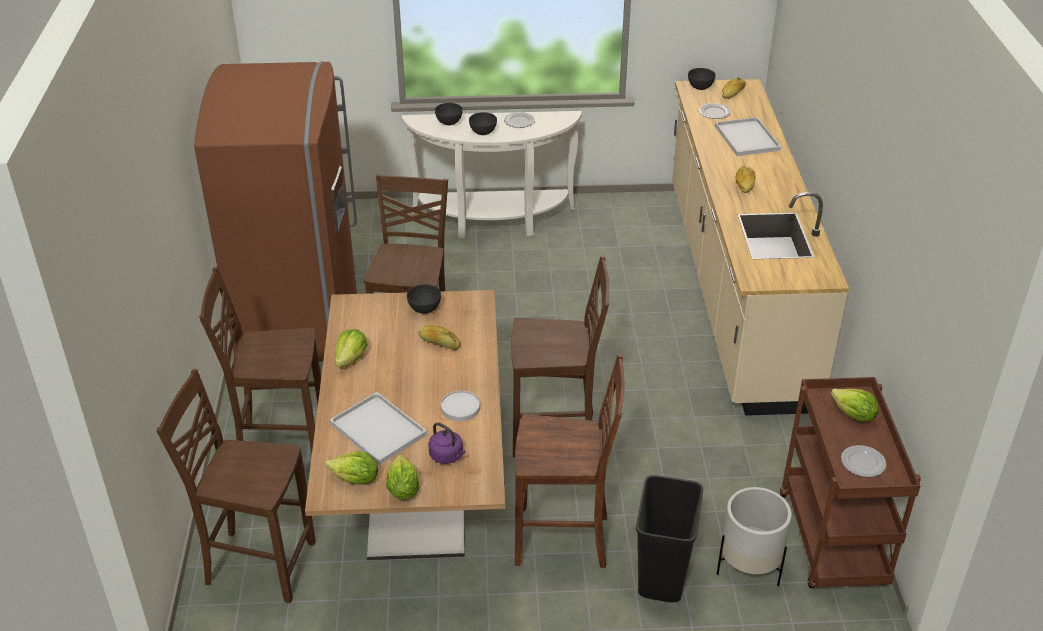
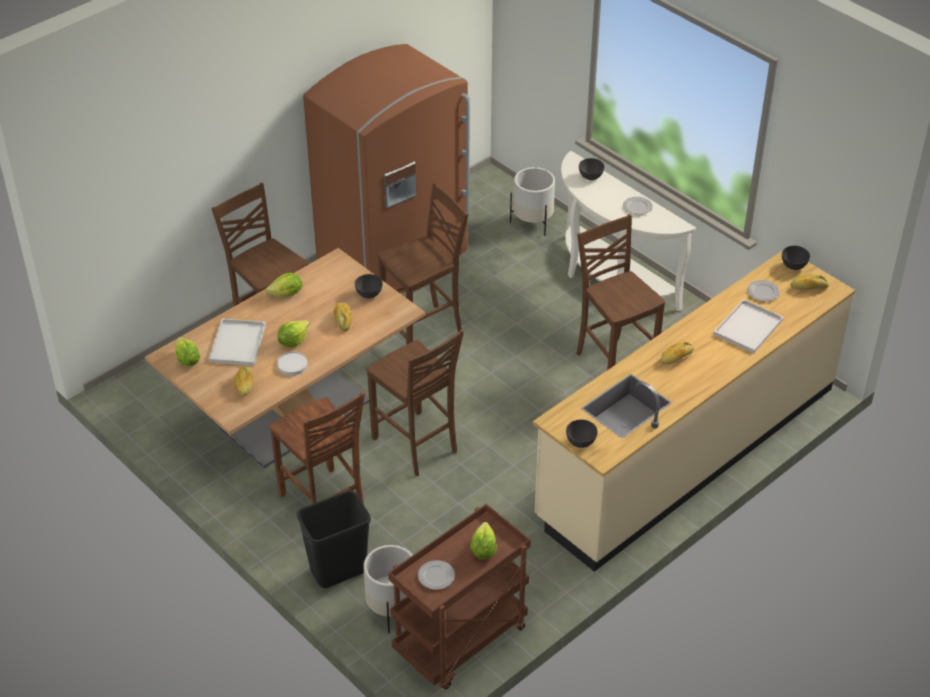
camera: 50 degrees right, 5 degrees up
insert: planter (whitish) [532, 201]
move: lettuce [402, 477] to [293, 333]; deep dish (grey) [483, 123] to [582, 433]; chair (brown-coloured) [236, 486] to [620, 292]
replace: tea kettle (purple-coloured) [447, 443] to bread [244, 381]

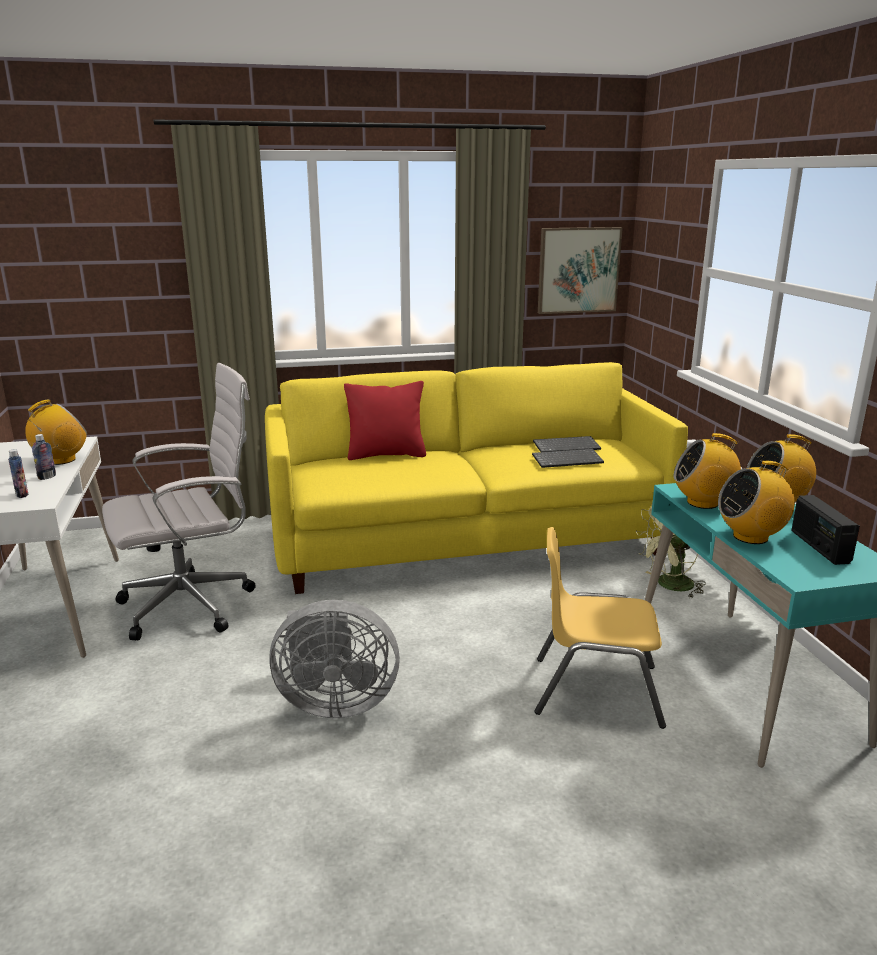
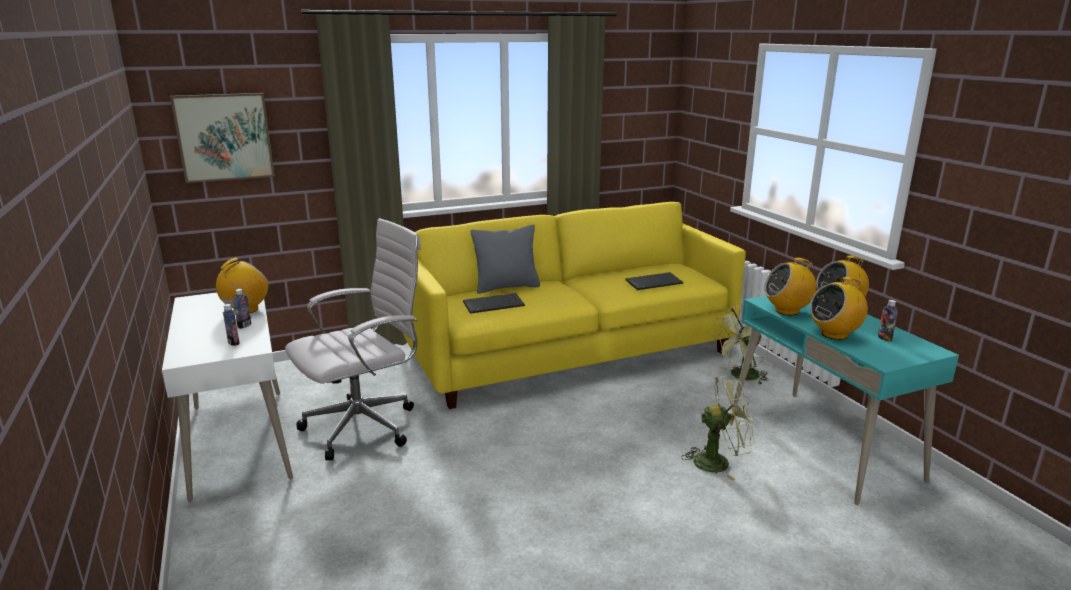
camera: 10 degrees left, 0 degrees up
delete: electric fan (grey) [335, 659]
move: picture [580, 270] to [222, 138]; computer keyboard [567, 444] to [494, 303]
replace: chair (yellowish) [600, 628] to electric fan (greenish) [718, 428]; radio [825, 530] to beverage bottle [888, 321]
recolor: pillow (reddish) [385, 420] to pillow (grey) [505, 259]

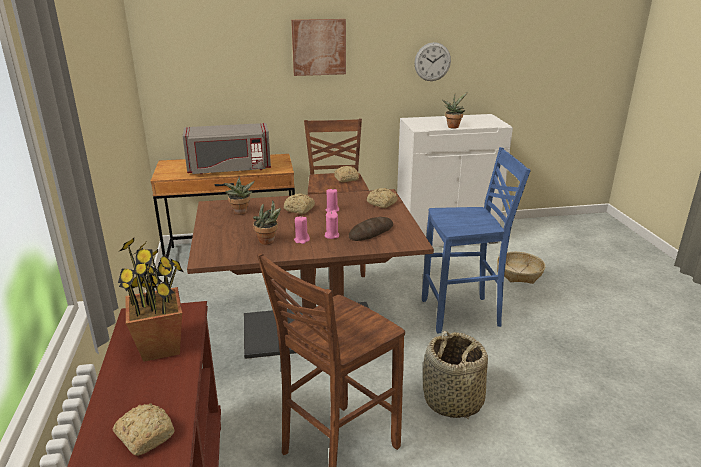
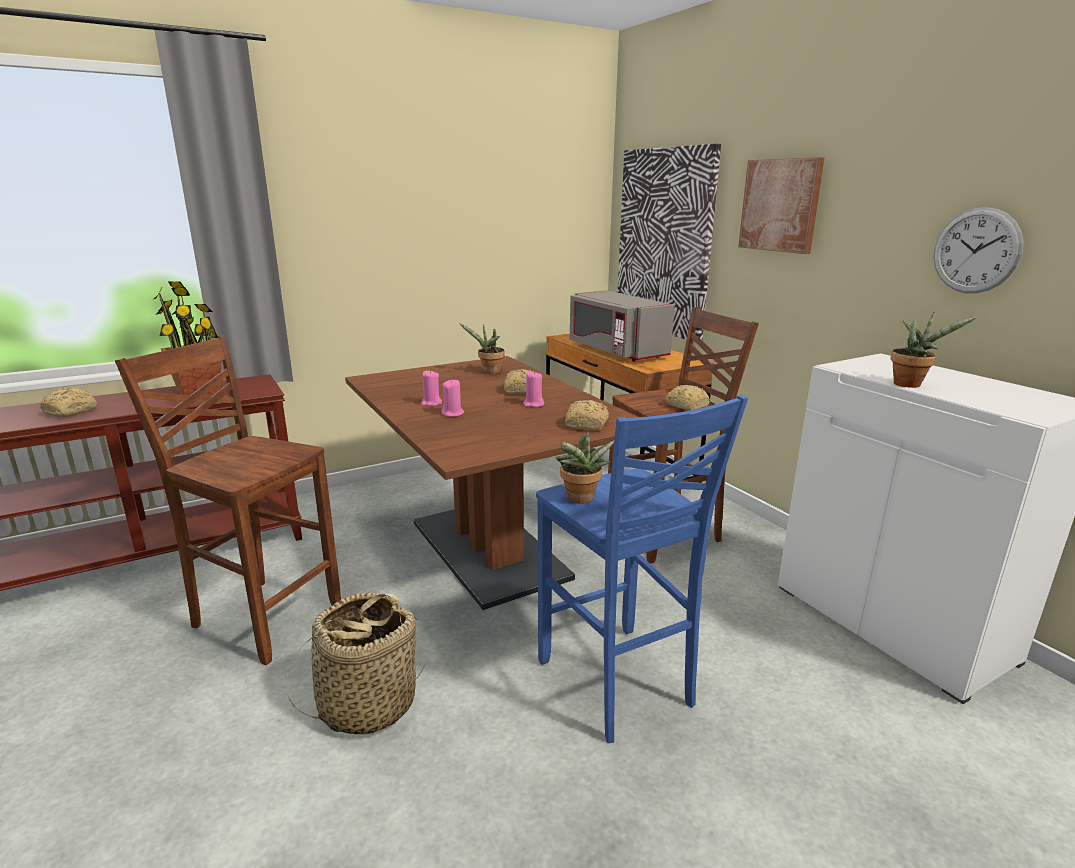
camera: 70 degrees right, 5 degrees down
delete: bread [371, 229]; household basket [521, 268]
insert: picture [669, 243]
move: houseplant [267, 222] to [585, 467]

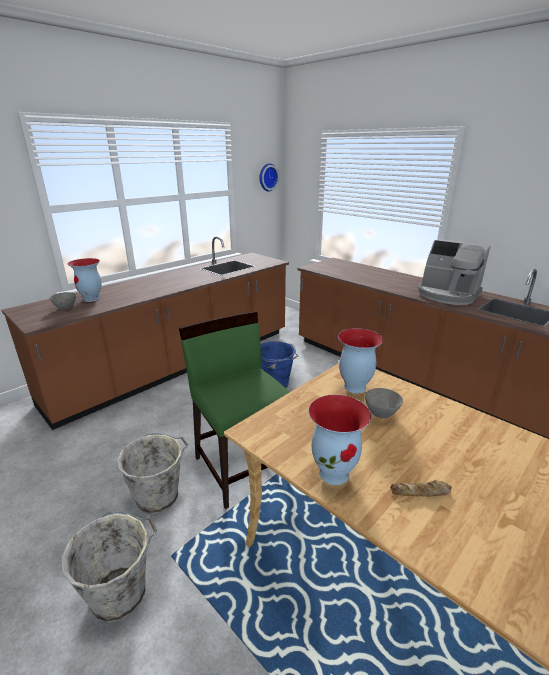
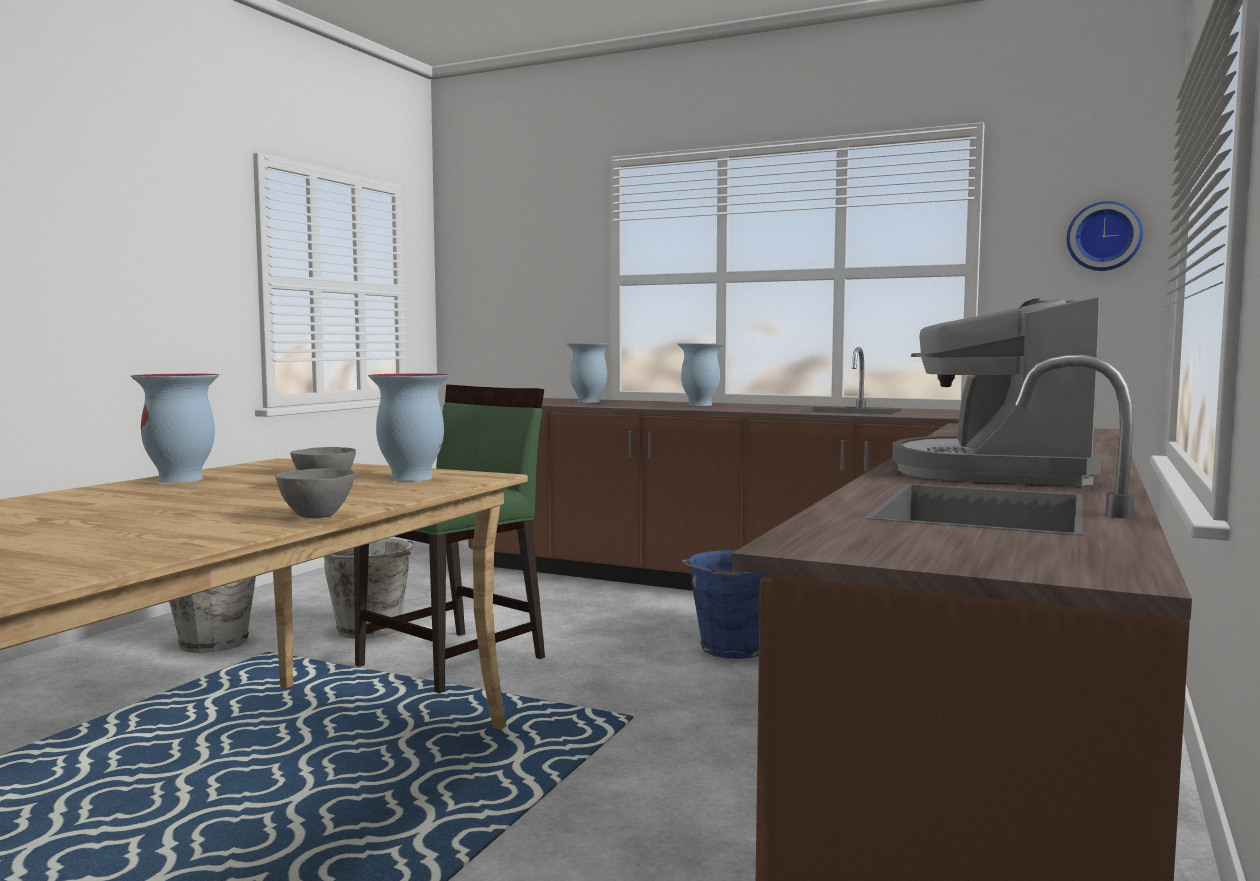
camera: 70 degrees right, 20 degrees down
delete: bread [421, 488]
insert: vase [701, 374]
move: deep dish (grey) [63, 301] to [315, 493]

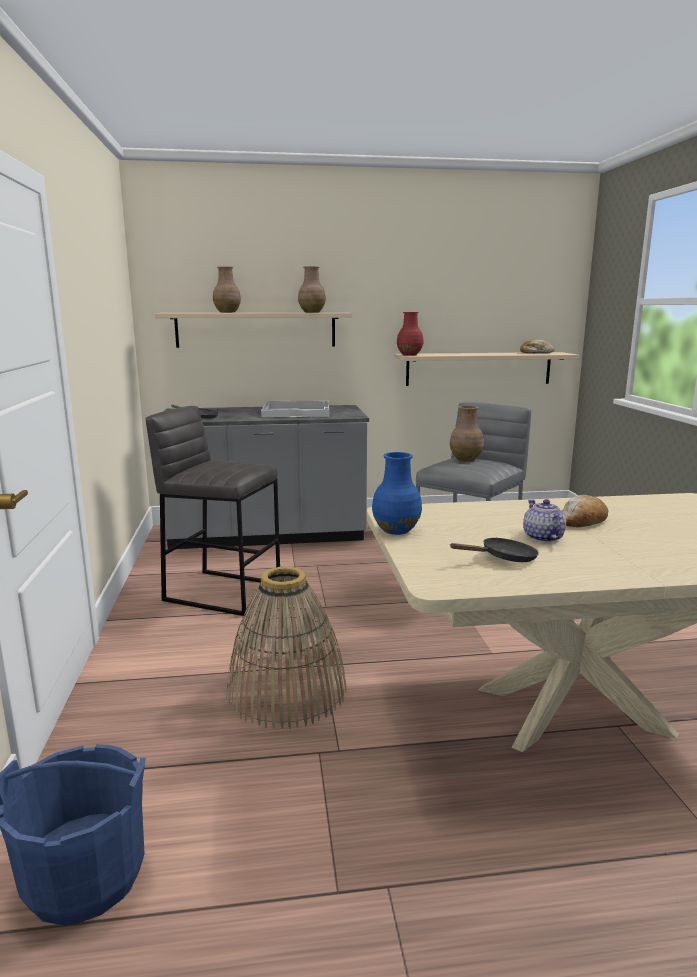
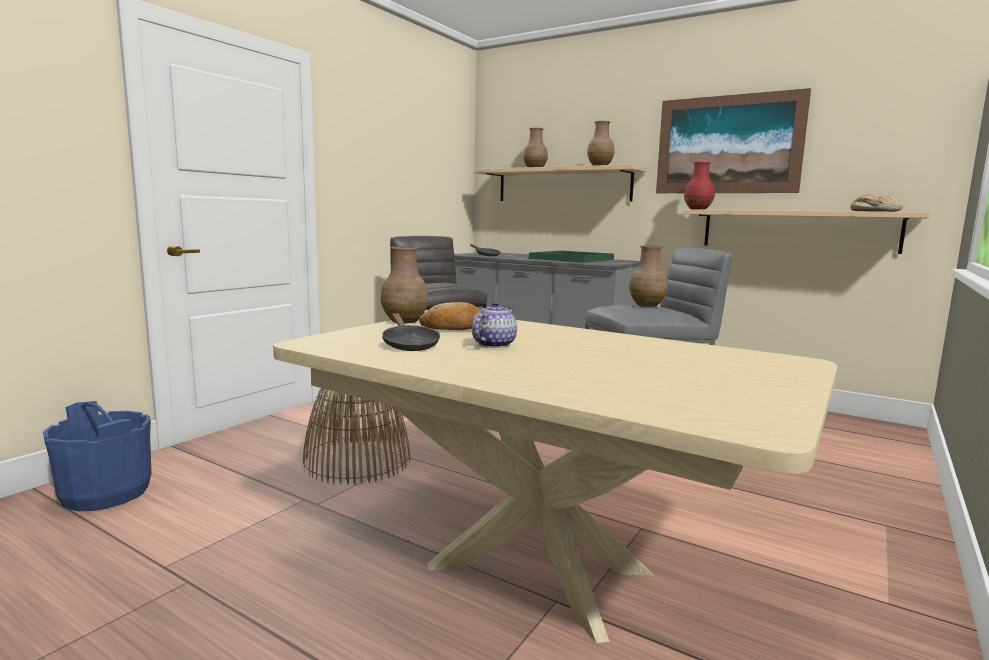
camera: 40 degrees right, 5 degrees down
insert: picture [733, 140]
move: bread [584, 511] to [450, 316]
recolor: vase (blue-coloured) [397, 493] to vase (brown-coloured) [404, 285]; carrying tray (whitish) [295, 409] to carrying tray (greenish) [571, 257]
rotate: frying pan (blackish) [494, 550] = [411, 332] 45 degrees clockwise

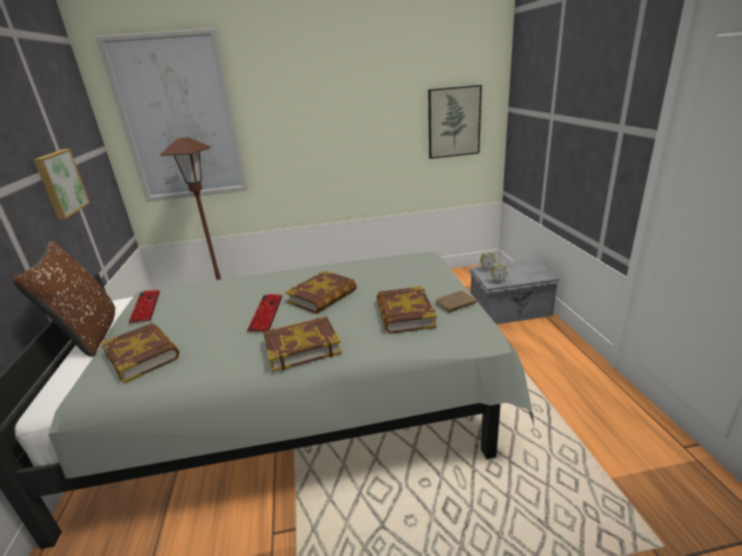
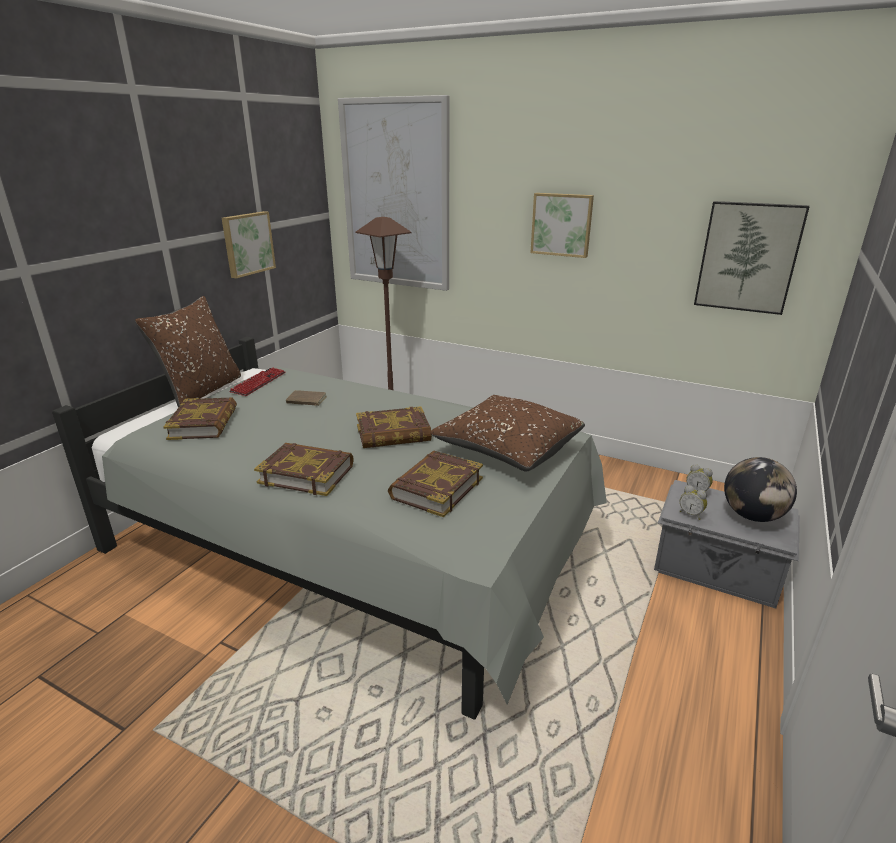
camera: 35 degrees right, 0 degrees up
delete: computer keyboard [265, 313]
insert: pillow (brown-coloured) [507, 433]; picture [562, 225]; globe [760, 489]
move: book (brown-coloured) [458, 301] to [306, 398]

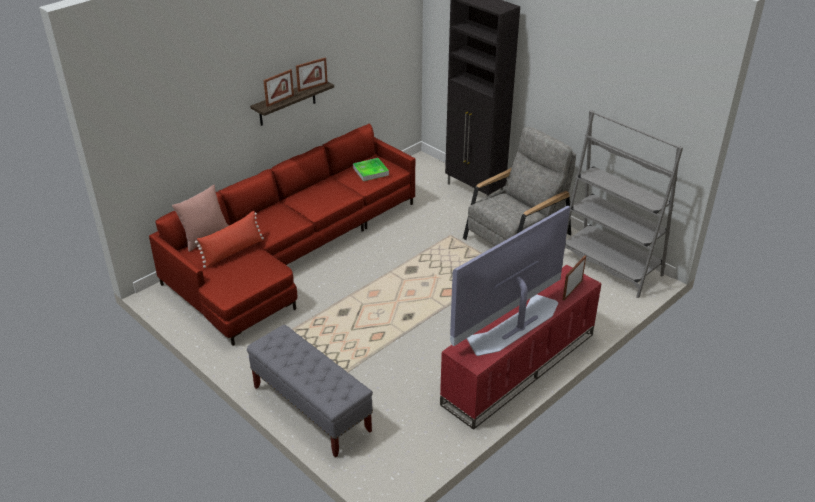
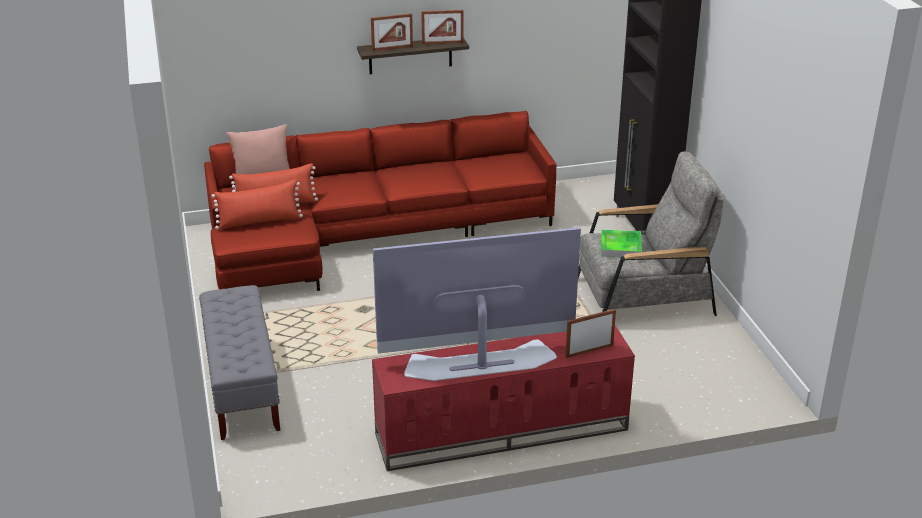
camera: 30 degrees right, 5 degrees down
delete: bookshelf (grey) [624, 204]
insert: pillow (reddish) [257, 204]
move: carrying tray [371, 169] to [621, 243]

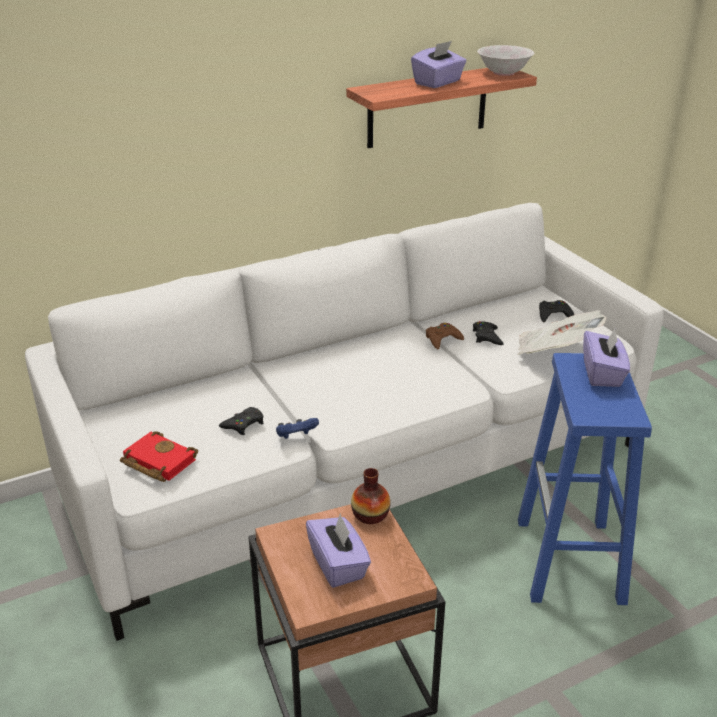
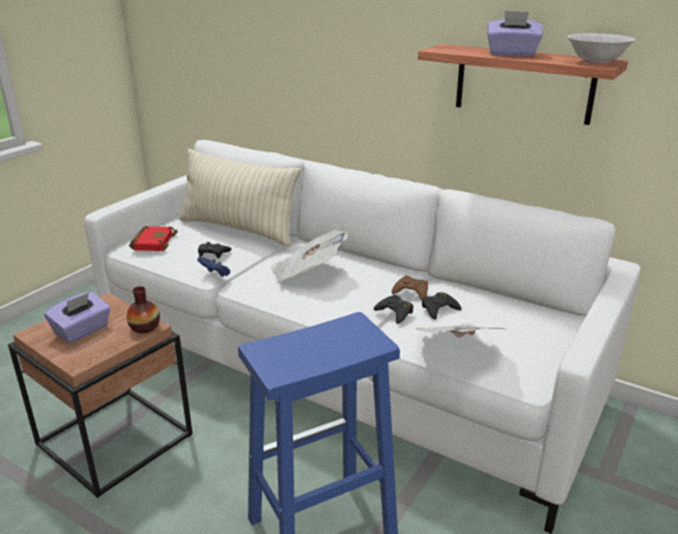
camera: 60 degrees right, 5 degrees down
delete: tissue holder (purple-coloured) [606, 358]
insert: pillow (beige-coloured) [240, 197]; daily paper [309, 256]
move: joypad (blackish) [556, 311] to [393, 309]

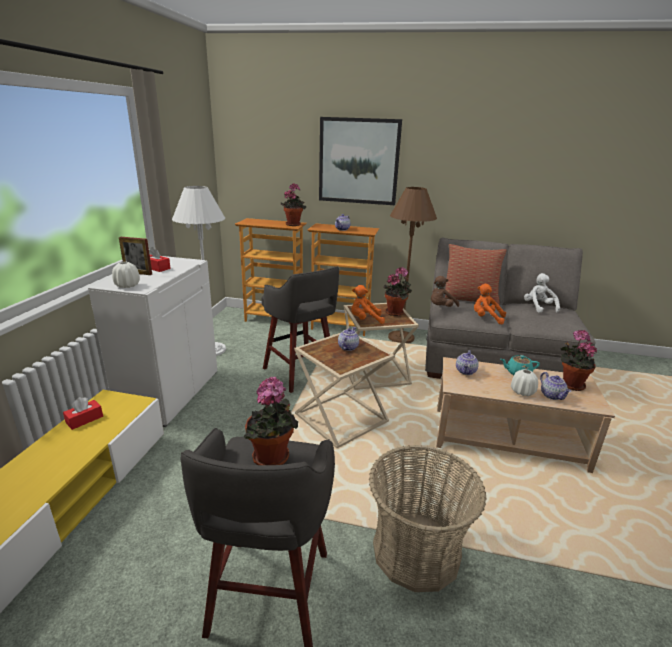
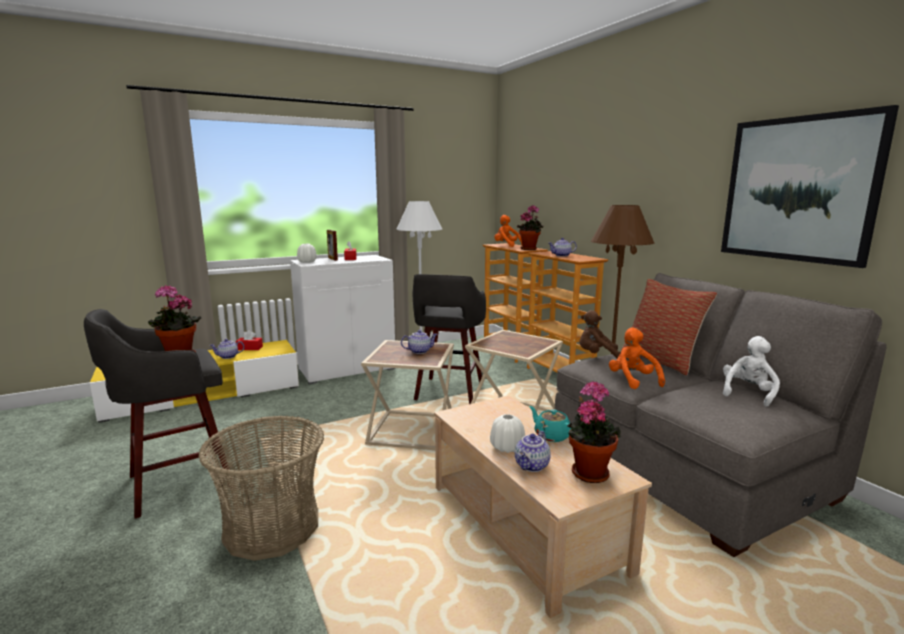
camera: 50 degrees right, 10 degrees down
delete: houseplant [397, 291]
move: pot for tea [467, 362] to [226, 349]; cuddly toy (orangey) [368, 304] to [508, 231]; picture [360, 161] to [810, 186]

